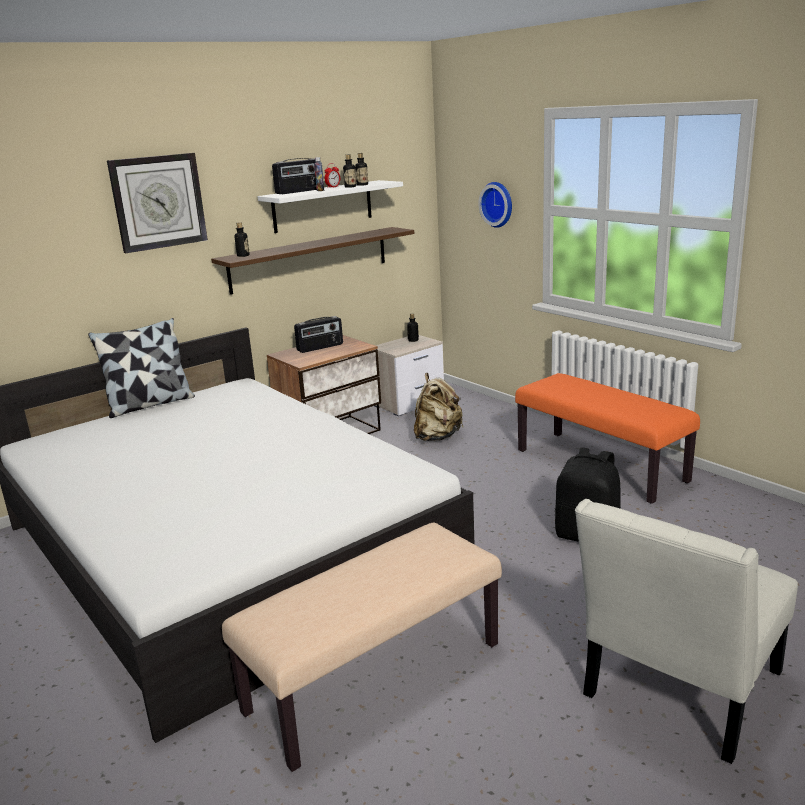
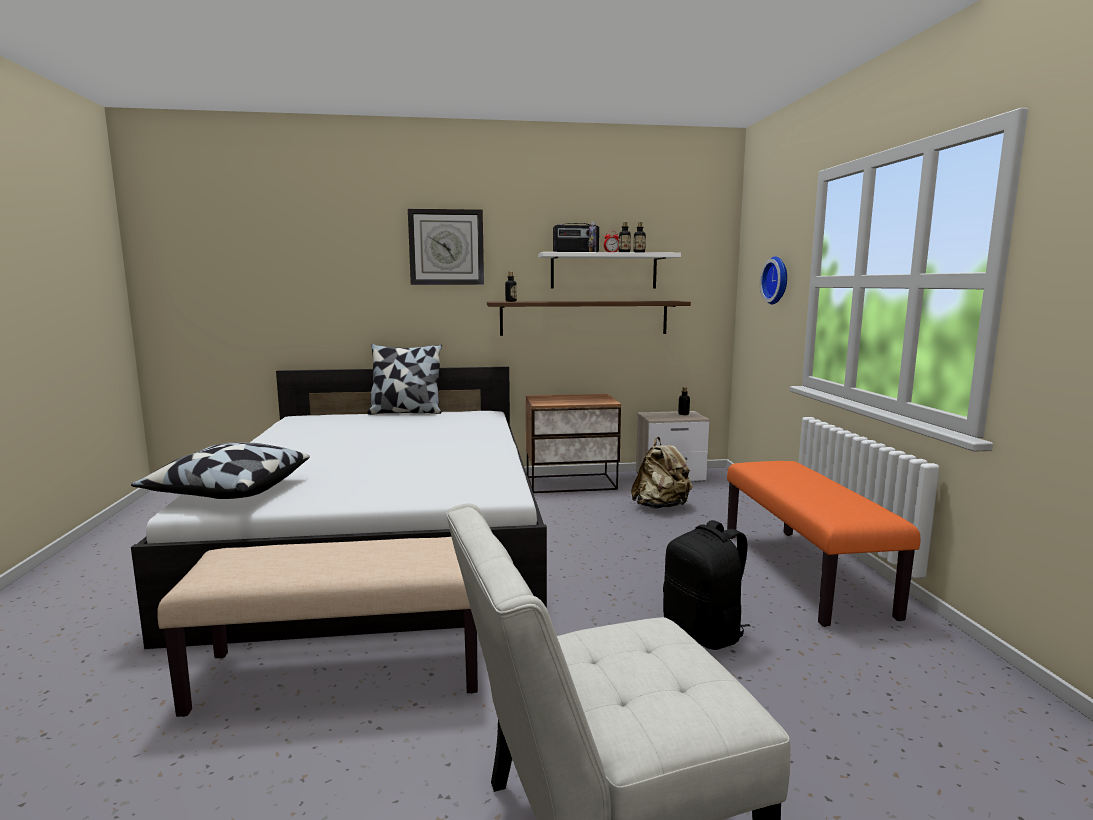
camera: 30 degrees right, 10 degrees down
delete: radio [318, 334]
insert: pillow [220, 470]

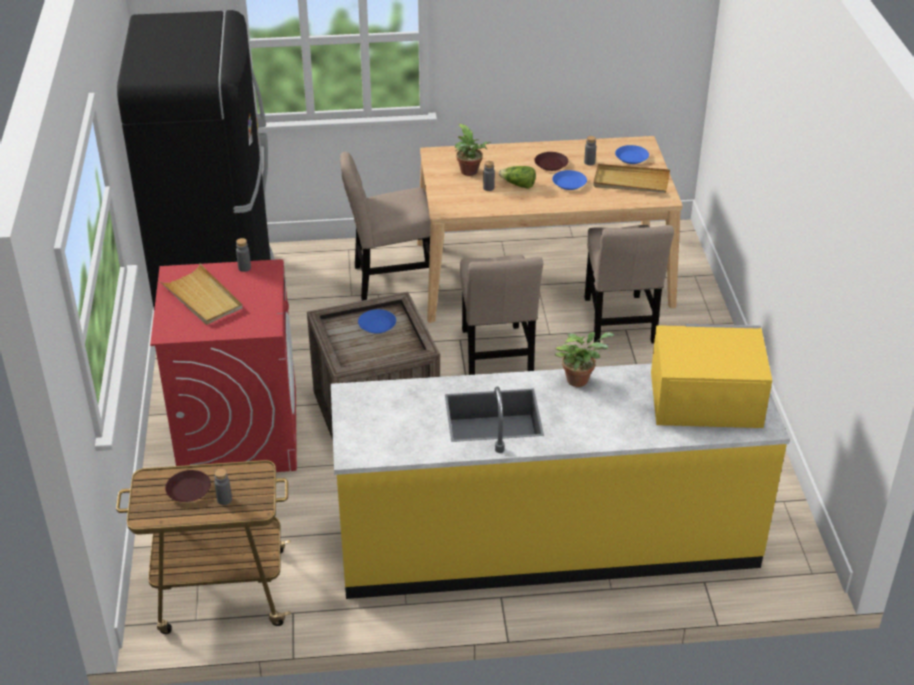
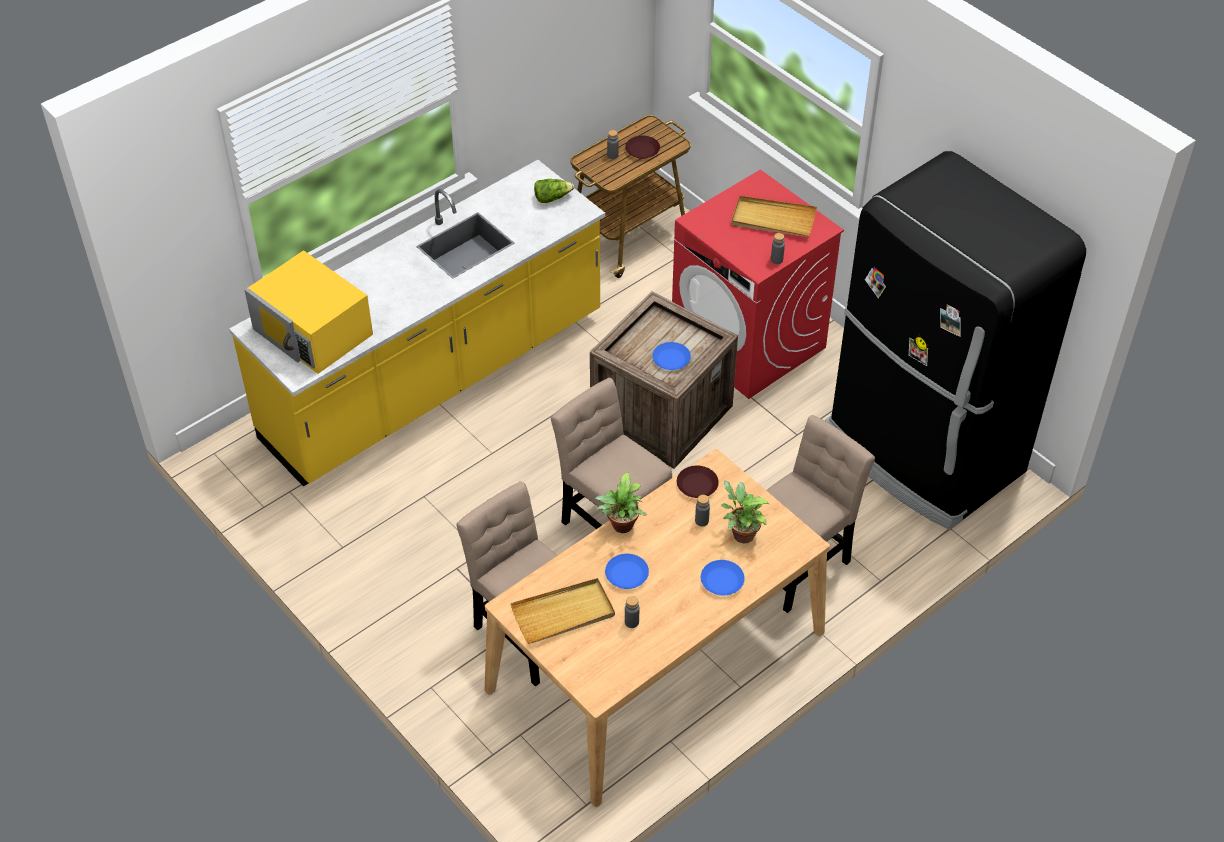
camera: 145 degrees right, 10 degrees up
move: lettuce [517, 177] to [554, 191]; houseplant [585, 359] to [621, 502]; dinner plate (brown-coloured) [551, 161] to [698, 481]; dinner plate (blue-coloured) [632, 154] to [723, 577]
rotate: kitchen microwave (yellowish) [711, 376] = [308, 312] 75 degrees clockwise

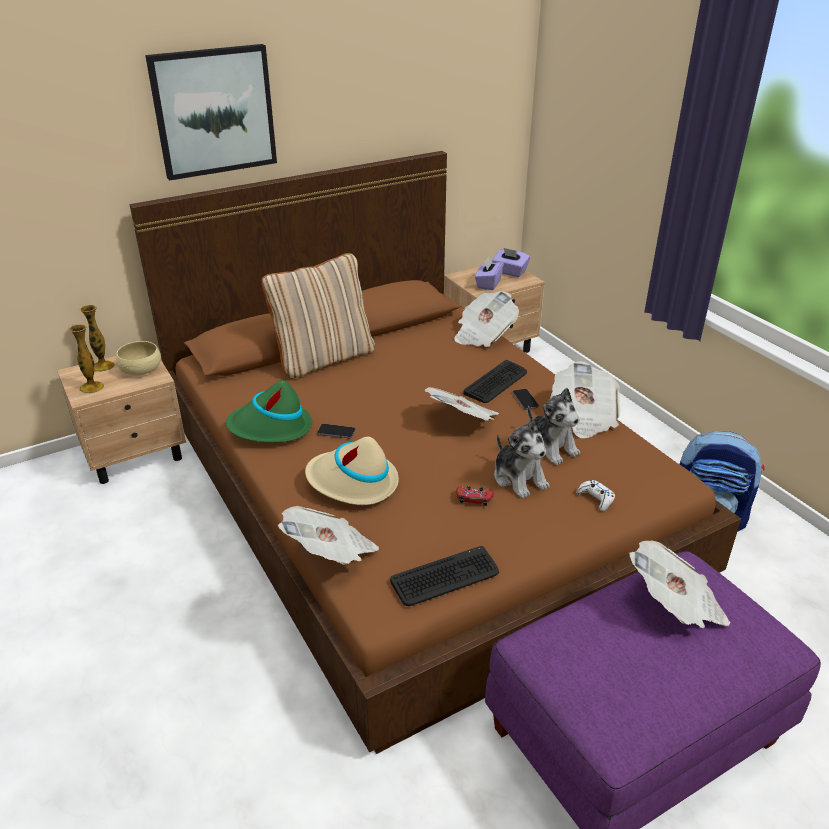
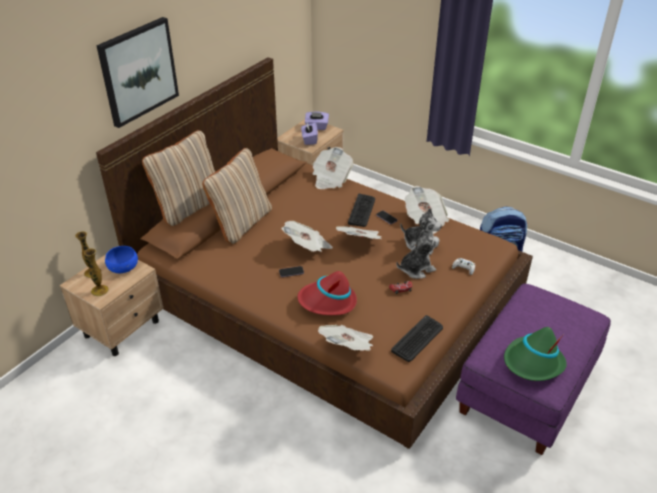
camera: 25 degrees left, 5 degrees up
insert: pillow (beige-coloured) [178, 178]
move: daily paper [679, 584] to [307, 236]; hat (greenish) [269, 411] to [535, 354]
recolor: deep dish (beige-coloured) [138, 358] to deep dish (blue-coloured) [121, 259]; hat (beige-coloured) [352, 470] to hat (reddish) [327, 293]
rotate: cuddly toy [522, 458] = [417, 254] 60 degrees counterclockwise

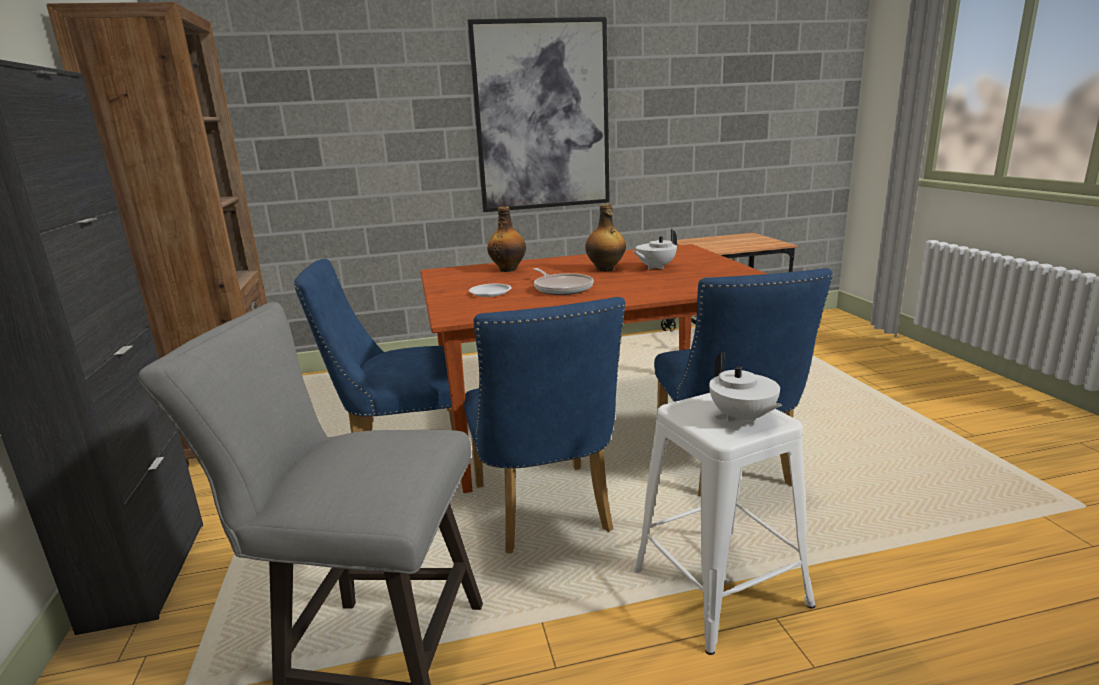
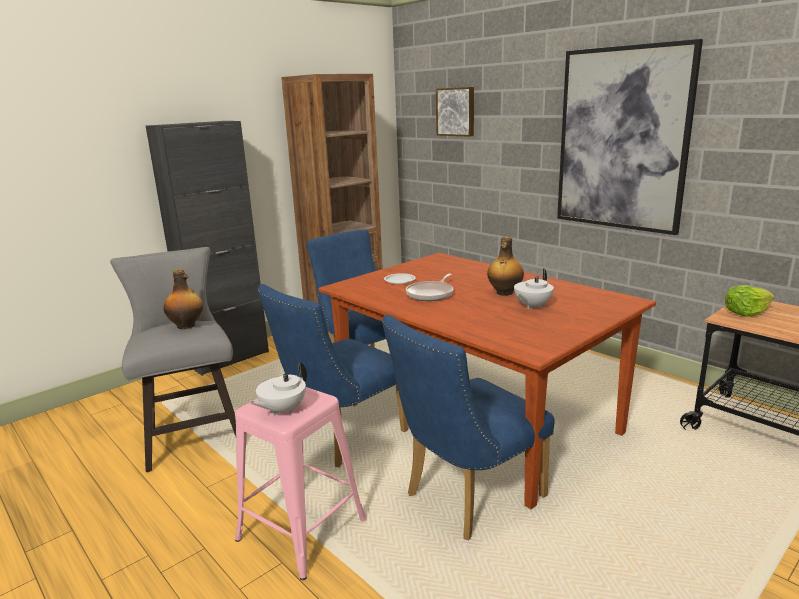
camera: 60 degrees right, 0 degrees up
insert: picture [455, 112]; lettuce [749, 301]
move: beverage bottle [506, 239] to [183, 299]
recolor: stool seat (whitish) [724, 524] to stool seat (pink) [301, 483]
rotate: pot for tea (whitish) [655, 249] = [534, 289] 75 degrees counterclockwise

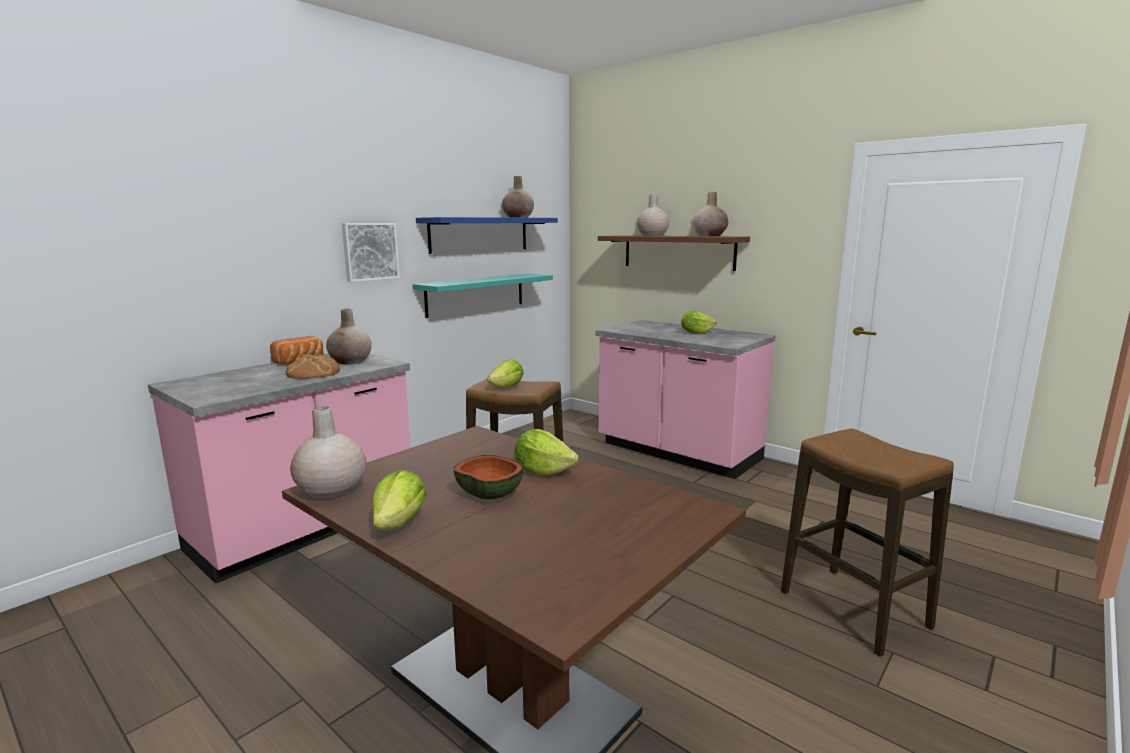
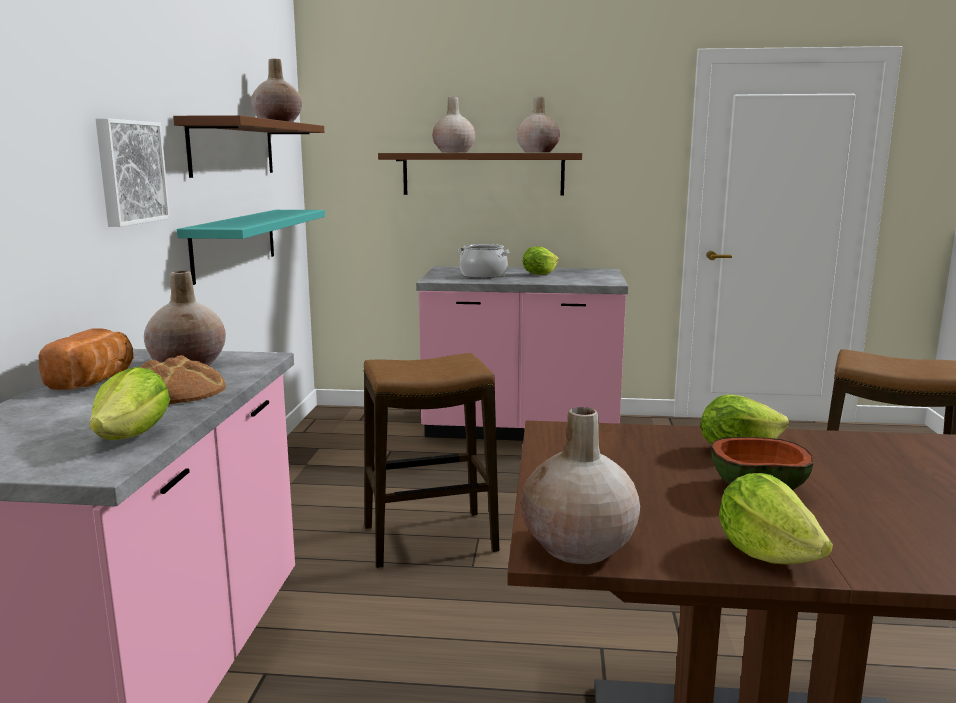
camera: 35 degrees left, 0 degrees up
insert: stockpot [484, 261]
move: lettuce [505, 373] to [129, 403]
recolor: wall shelf (blue-coloured) [487, 235] to wall shelf (brown-coloured) [248, 146]

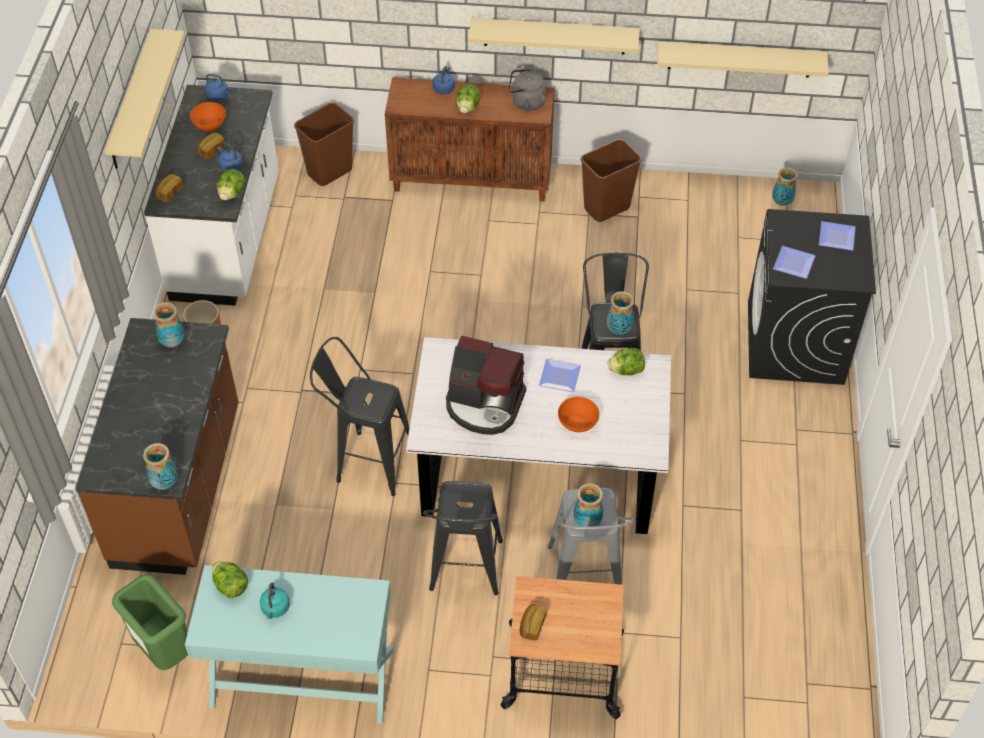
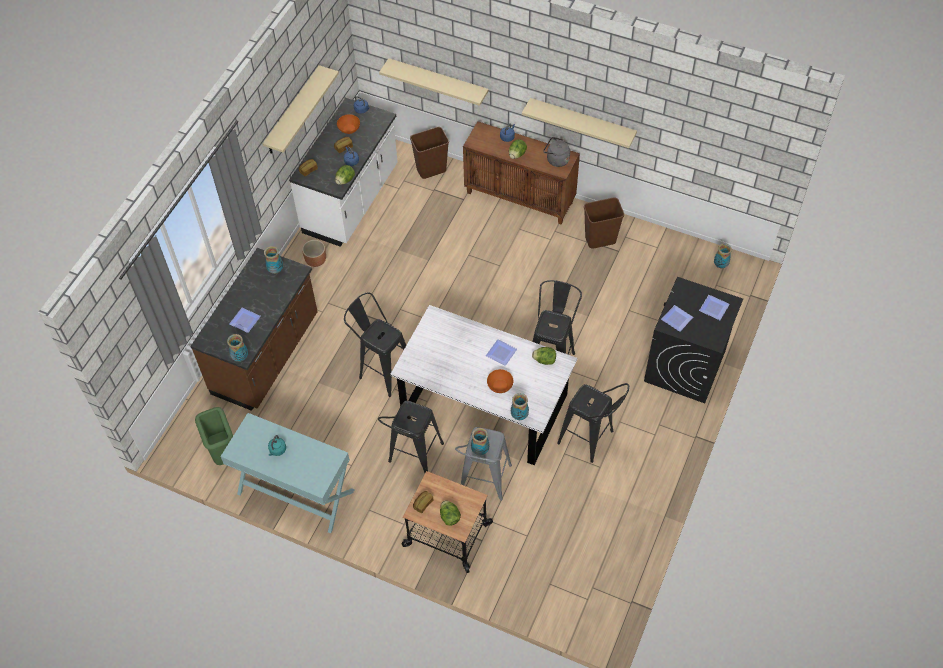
camera: 20 degrees right, 5 degrees up
delete: coffee brewer [486, 385]
insert: dinner plate [245, 320]; stool seat (blackish) [593, 423]
move: wall shelf (beige-coloured) [743, 59] to [434, 82]; lettuce [230, 579] to [450, 513]; vase [620, 313] to [520, 406]

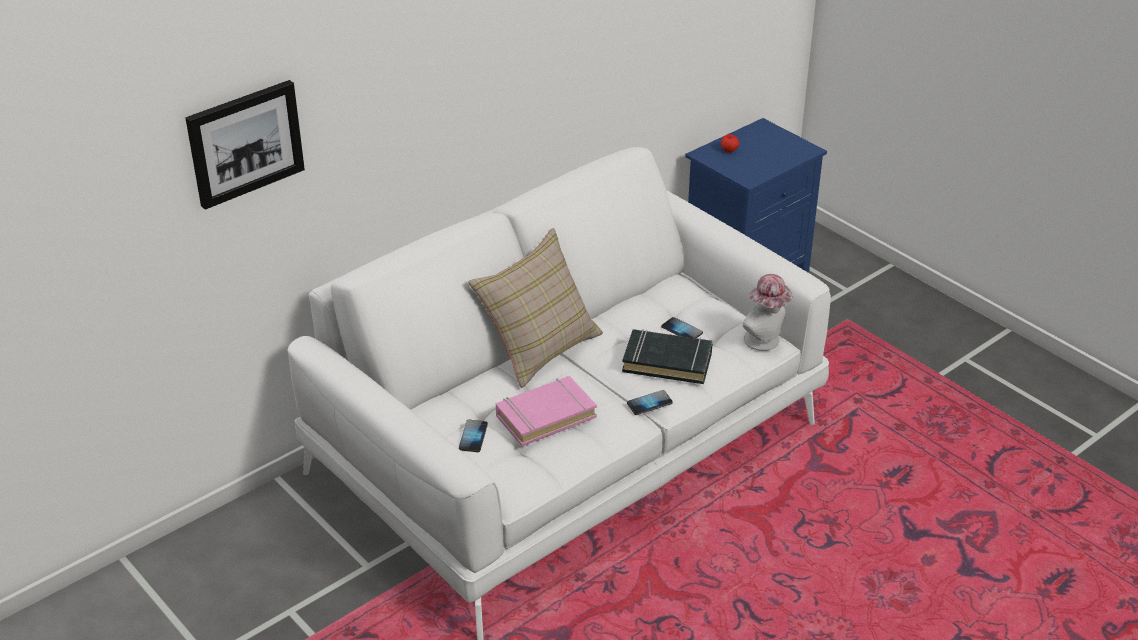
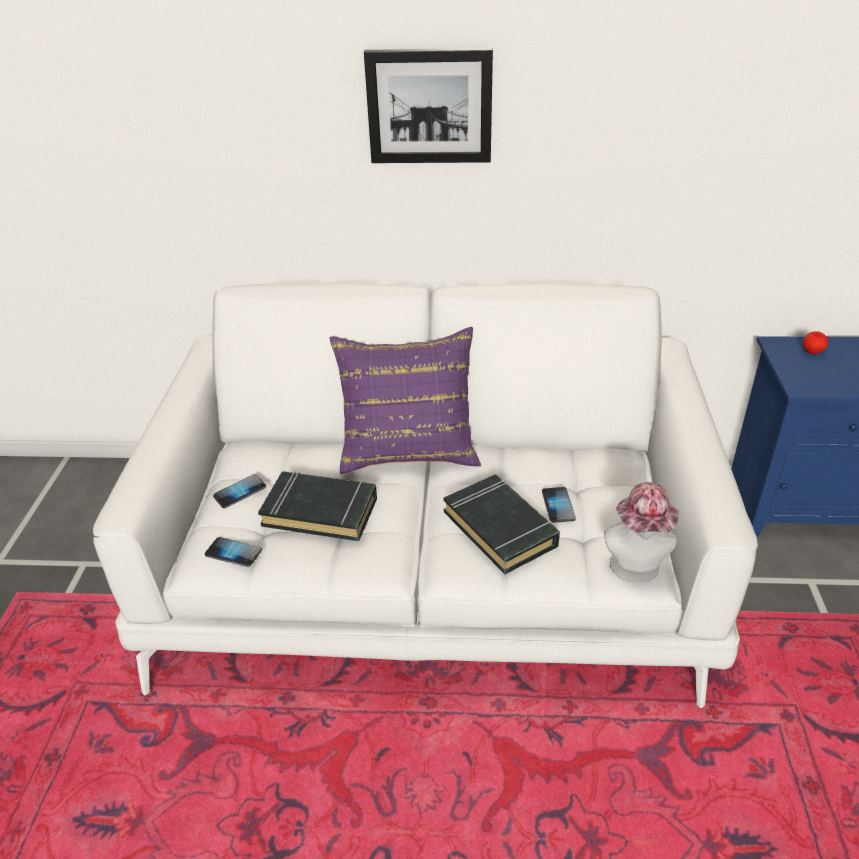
camera: 45 degrees right, 0 degrees up
move: telephone [650, 402] to [233, 552]; picture [245, 145] to [428, 105]
recolor: book (pink) [546, 411] to book (blackish) [317, 506]; pillow (beige-coloured) [535, 308] to pillow (purple-coloured) [405, 400]

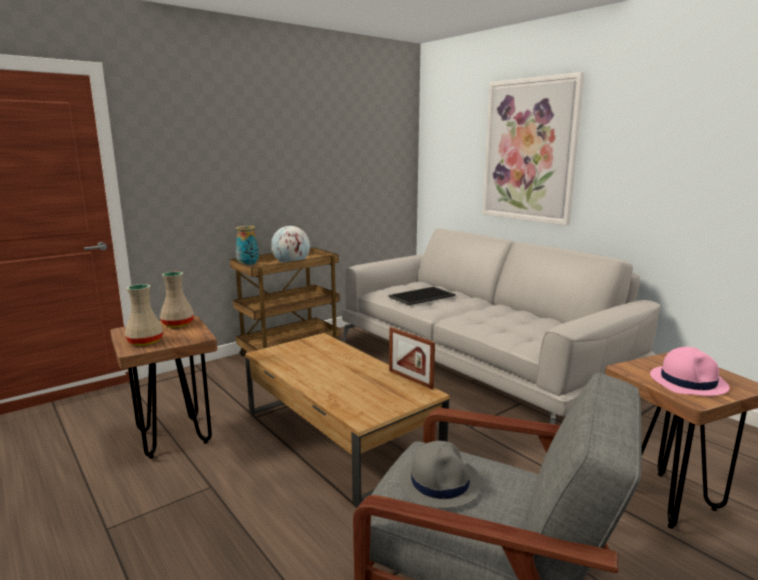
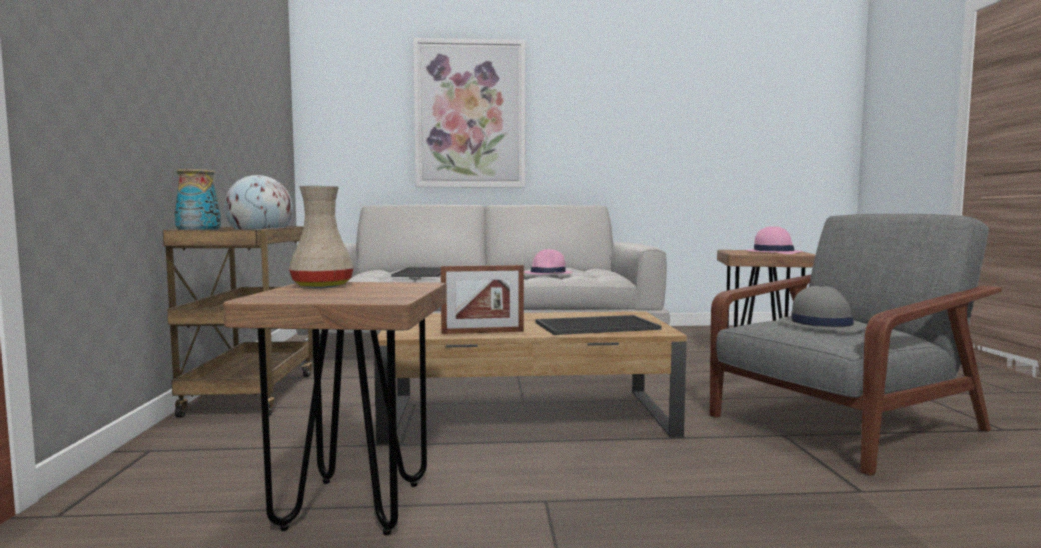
camera: 55 degrees left, 10 degrees down
delete: vase (beige-coloured) [144, 315]
insert: hat (pink) [548, 261]; carrying tray [598, 325]
move: standing frame [412, 358] to [482, 299]

